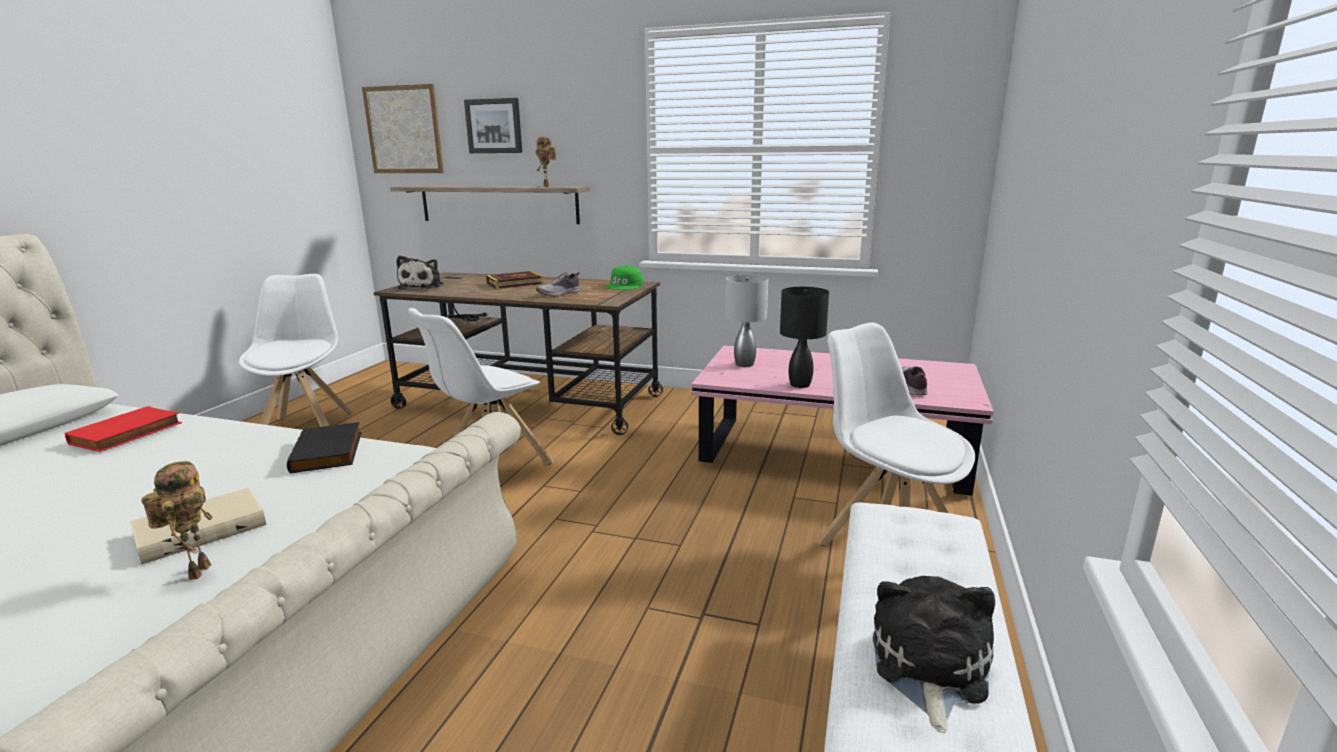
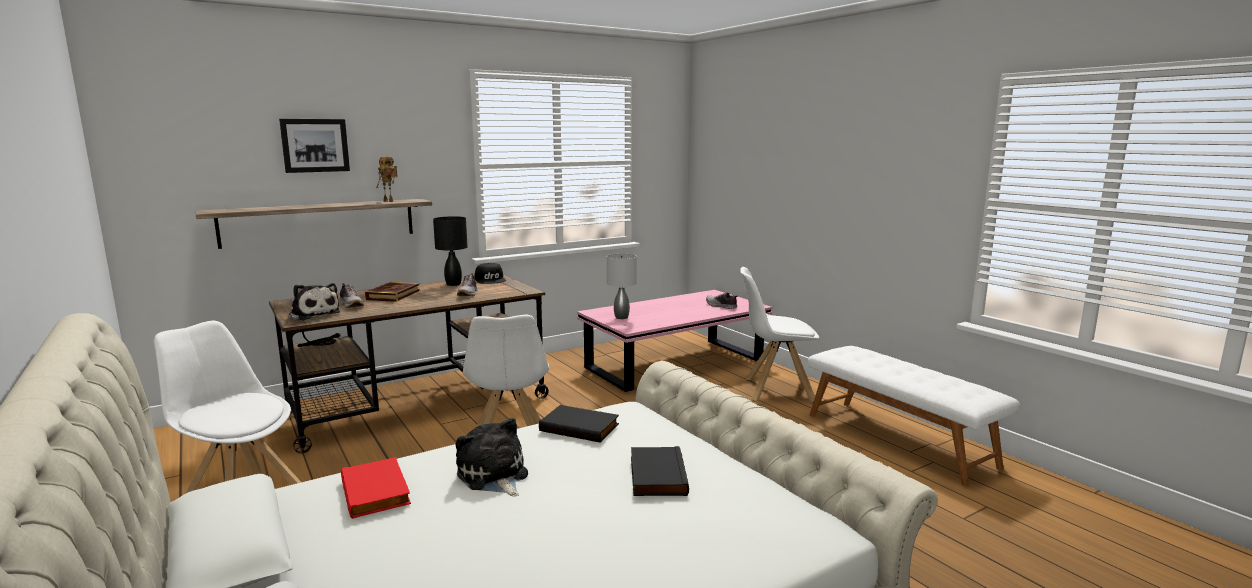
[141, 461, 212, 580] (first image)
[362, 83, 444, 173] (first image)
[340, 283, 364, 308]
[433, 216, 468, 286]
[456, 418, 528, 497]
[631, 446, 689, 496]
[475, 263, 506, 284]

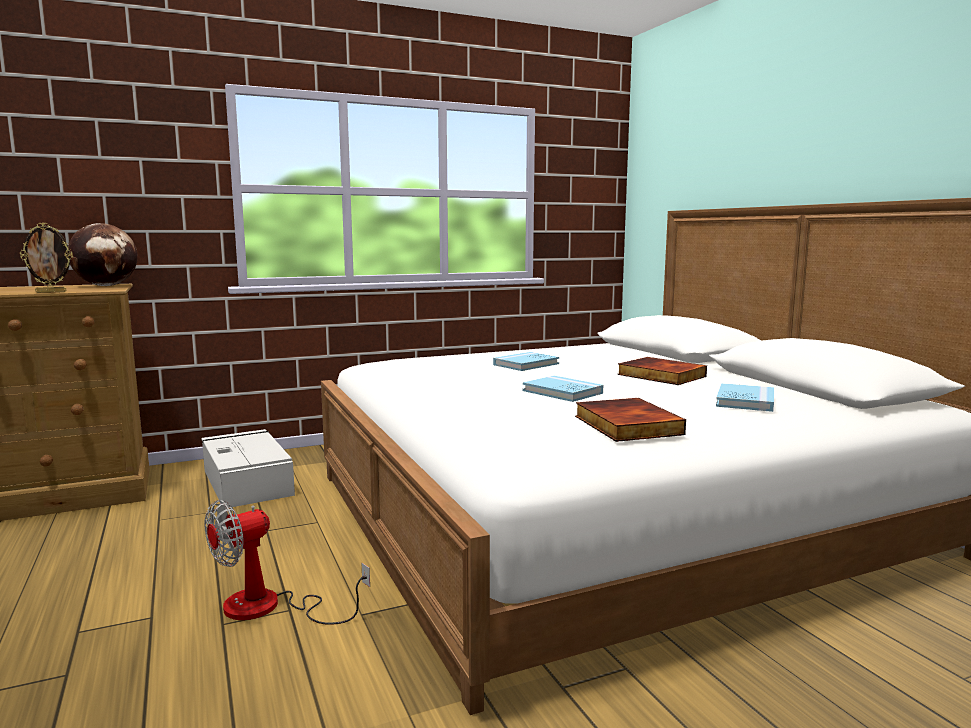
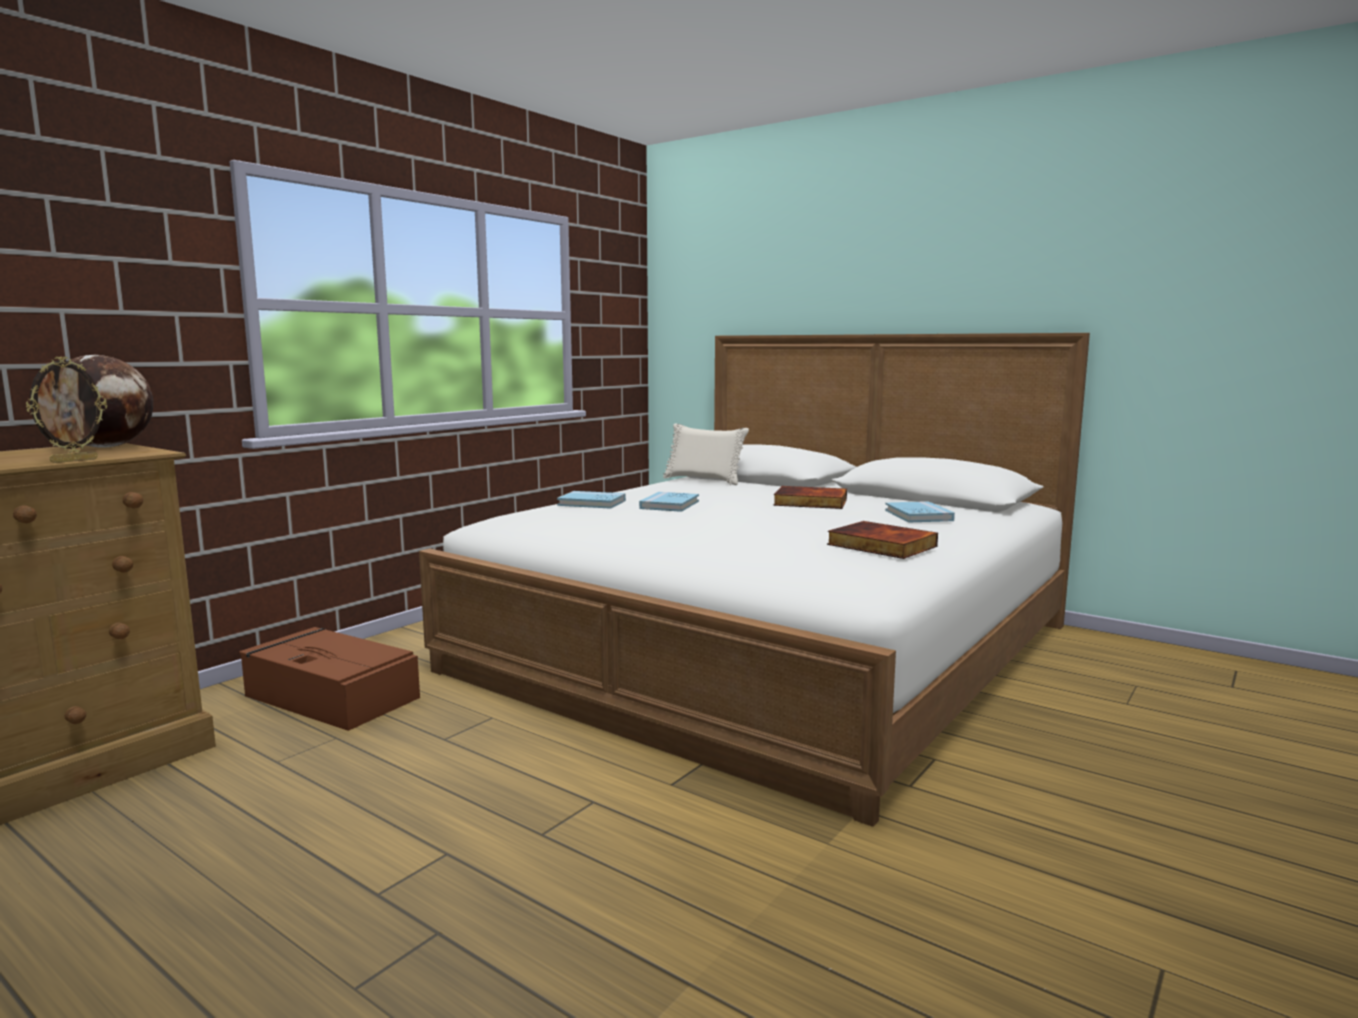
[204, 500, 370, 625] (first image)
[663, 423, 749, 485]
[557, 491, 626, 509]
[239, 627, 420, 731]

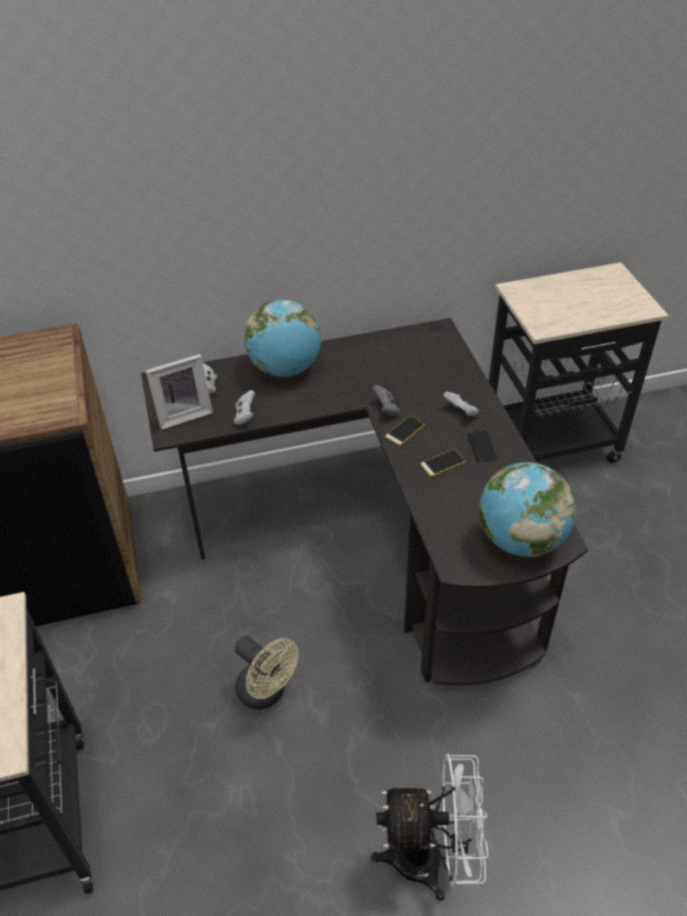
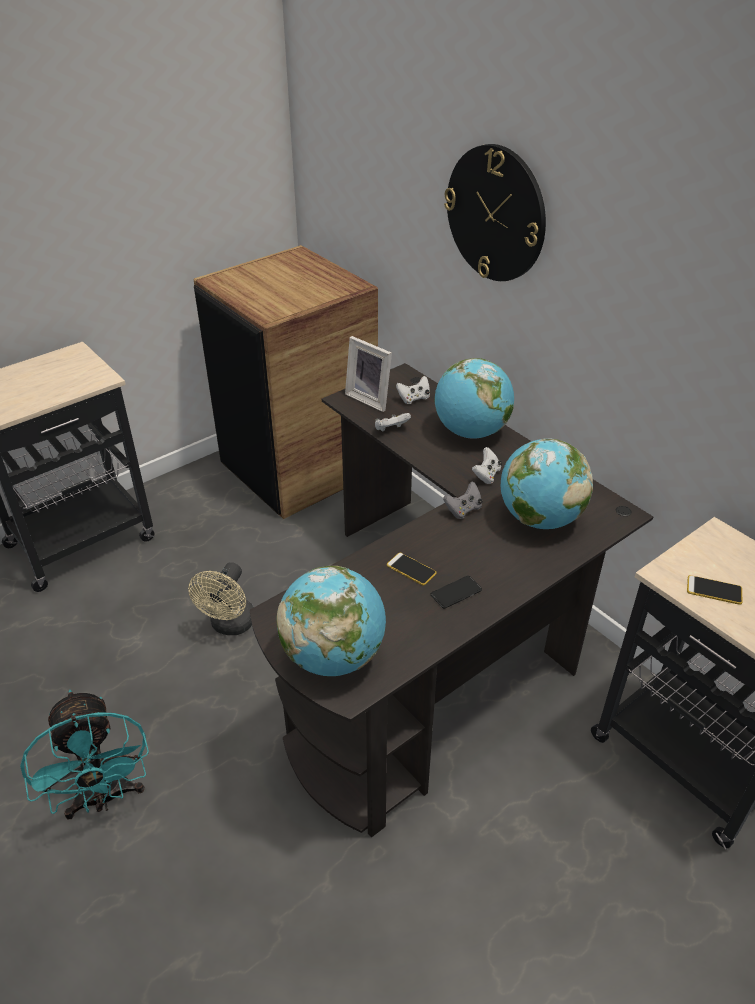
[444, 144, 546, 281]
[501, 438, 593, 529]
[687, 575, 742, 605]
[472, 447, 502, 484]
[20, 690, 149, 819]

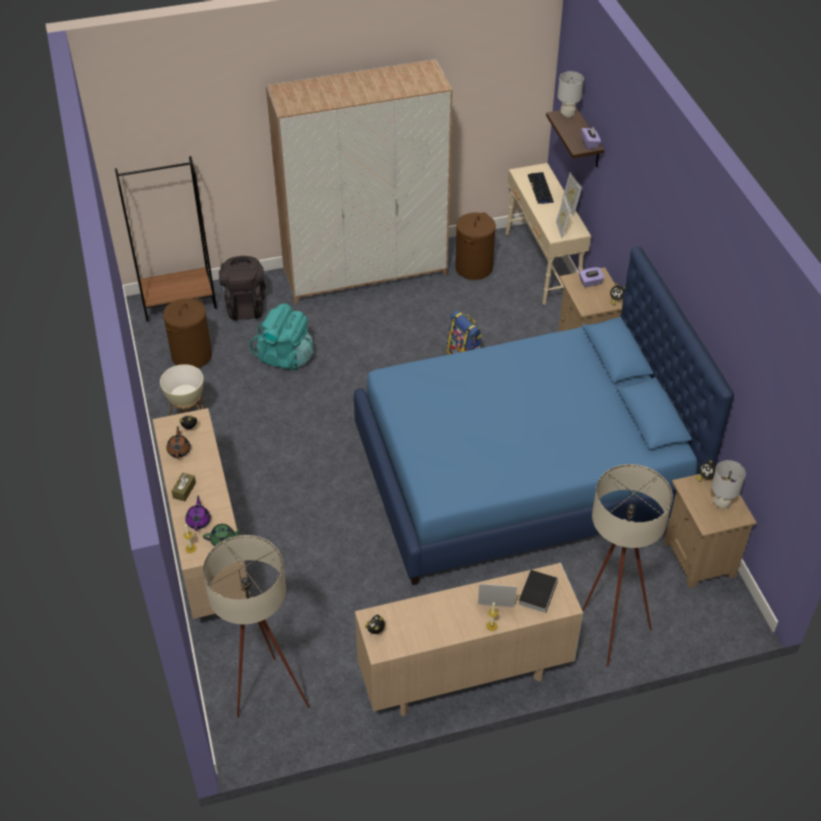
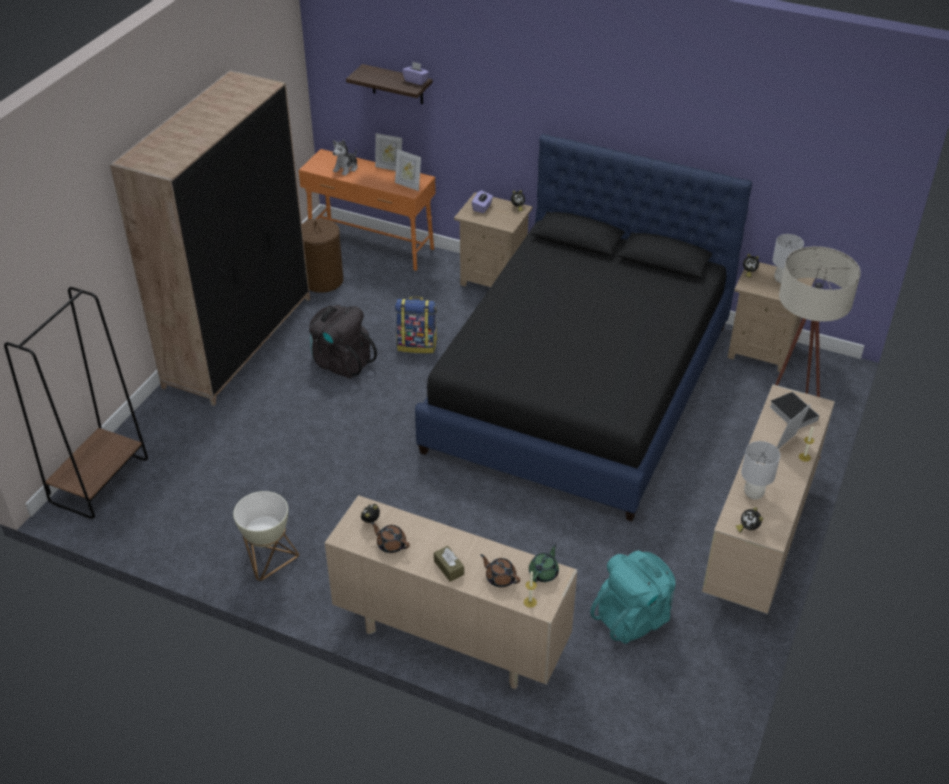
[163, 298, 212, 368] (first image)
[203, 535, 310, 718] (first image)
[309, 305, 377, 379]
[590, 550, 676, 644]
[741, 441, 780, 500]
[333, 140, 358, 176]
[480, 554, 520, 587]
[110, 70, 310, 406]
[415, 134, 752, 521]
[298, 149, 436, 271]

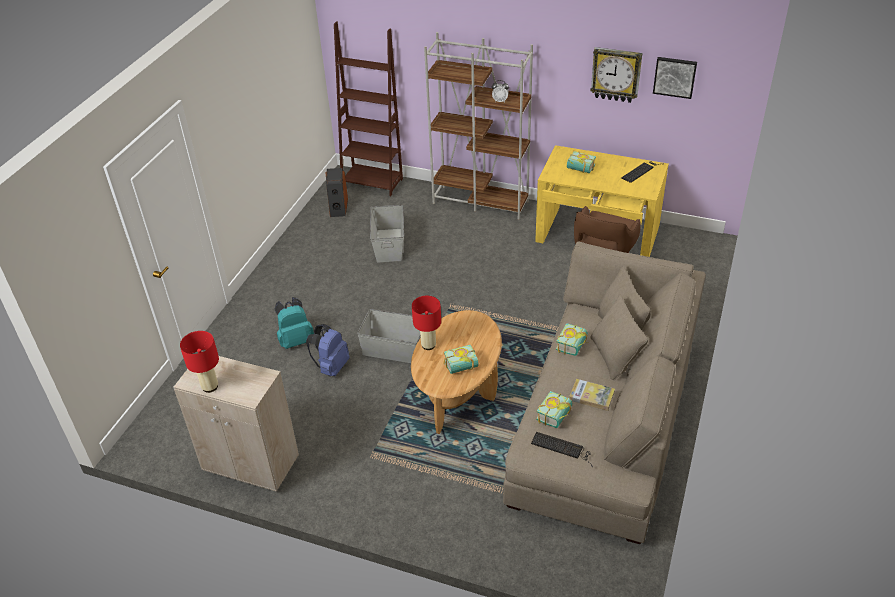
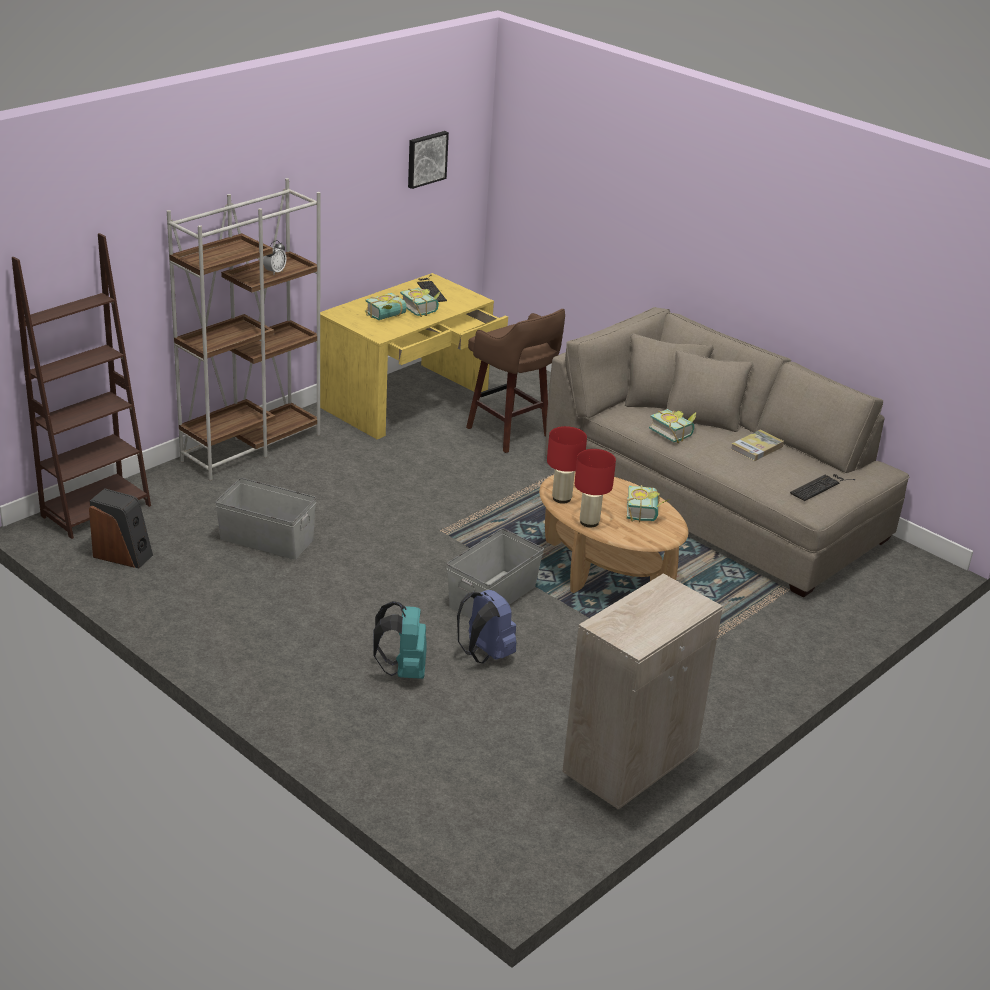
[590, 47, 642, 103] (first image)
[547, 426, 587, 504]
[400, 288, 442, 317]

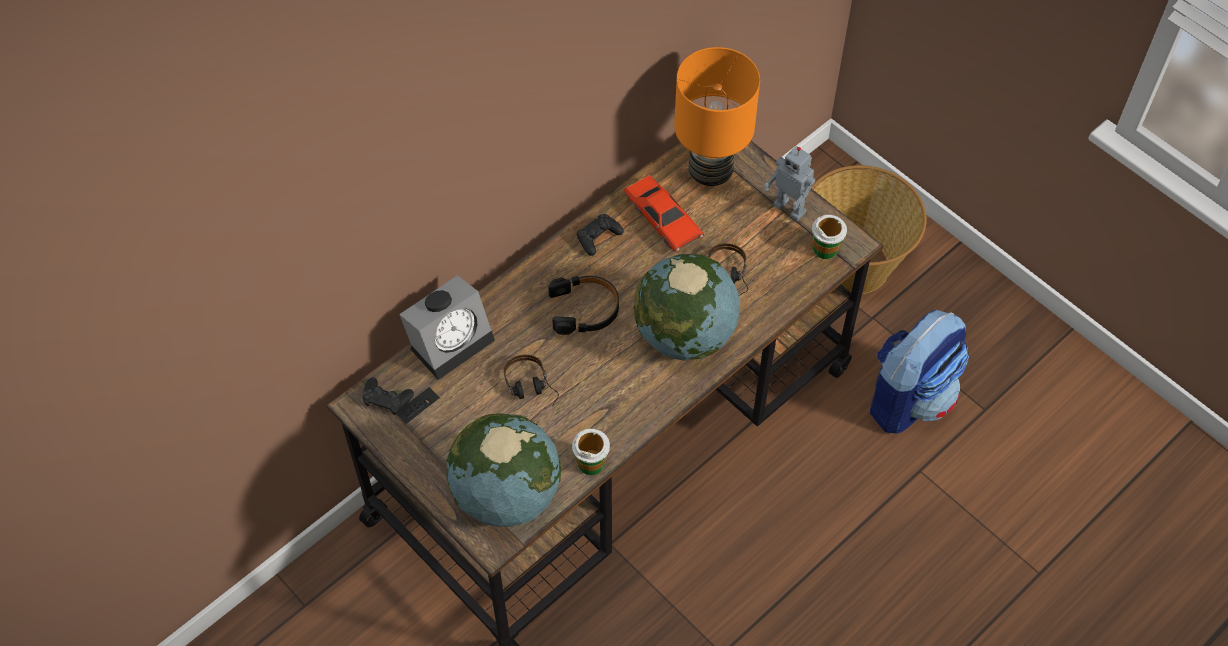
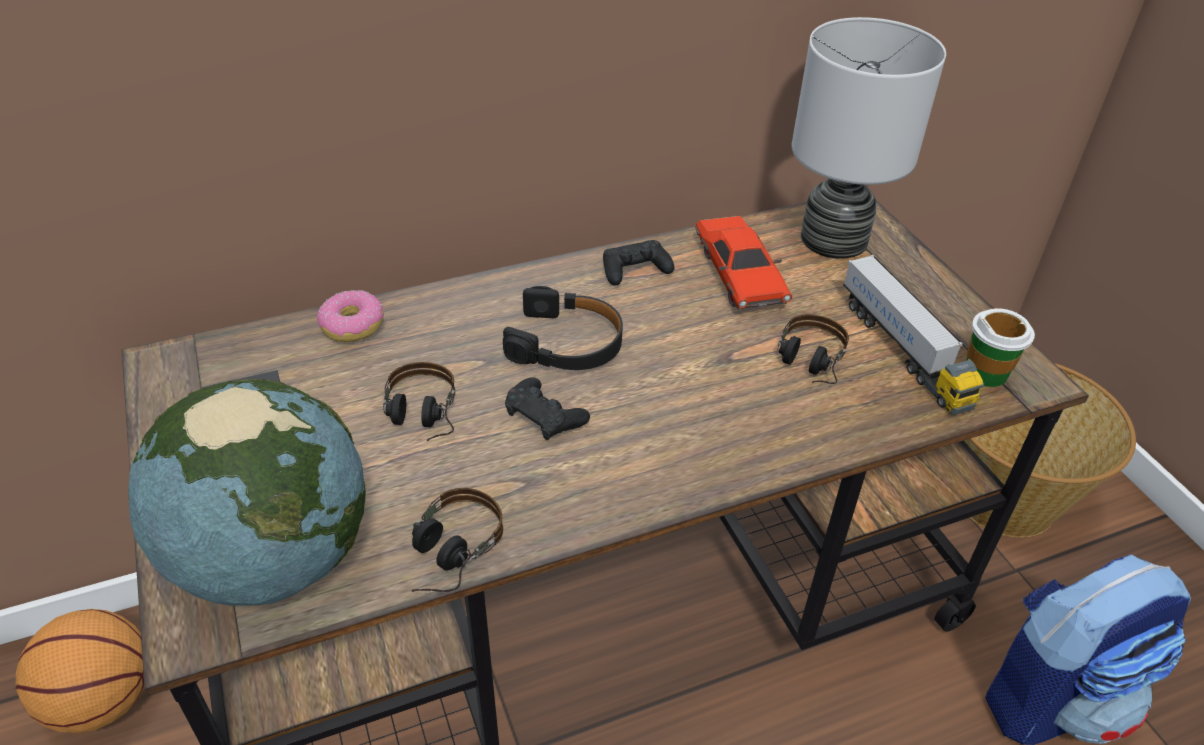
[634, 254, 740, 361] (first image)
[764, 146, 815, 221] (first image)
[16, 609, 144, 733]
[843, 255, 984, 415]
[505, 377, 590, 440]
[317, 290, 384, 342]
[412, 488, 503, 592]
[792, 17, 946, 259]

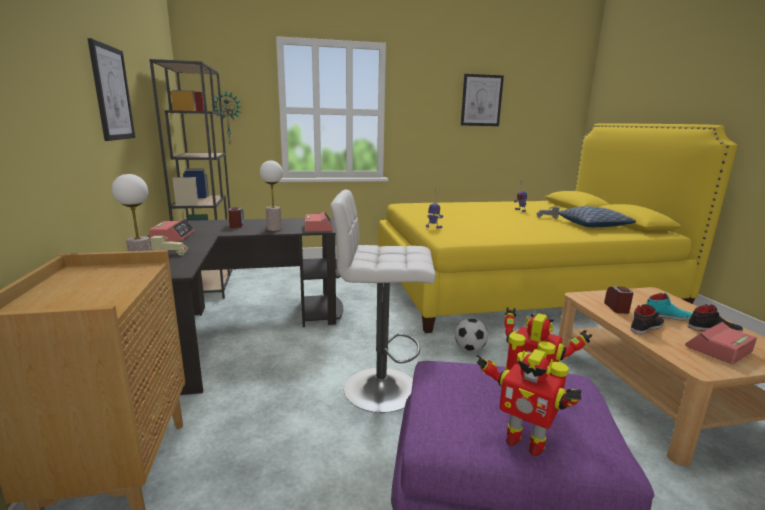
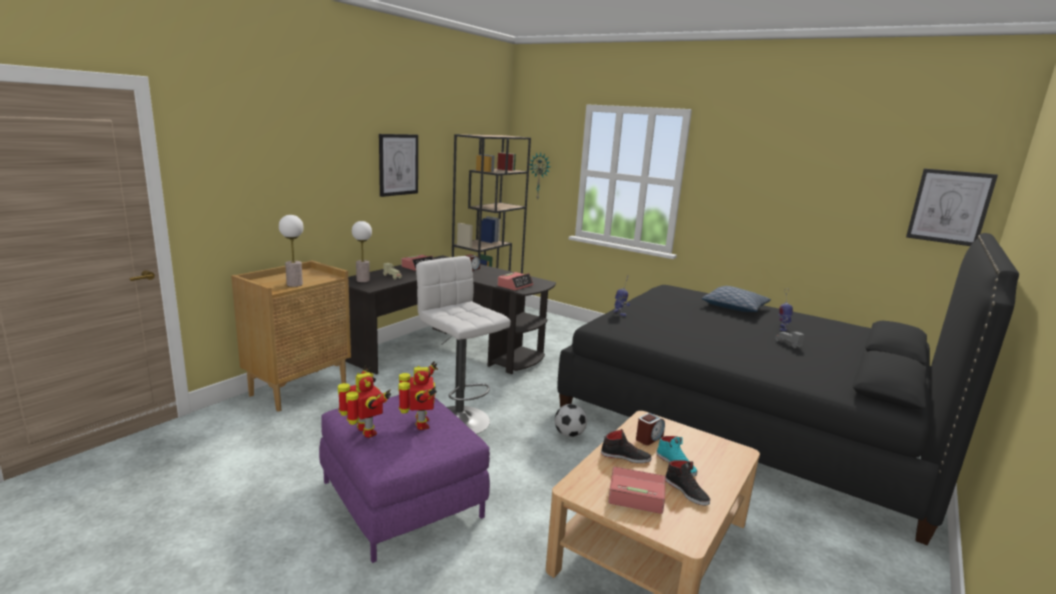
[279, 215, 304, 287]
[906, 168, 998, 246]
[702, 286, 771, 312]
[557, 233, 1019, 545]
[338, 366, 391, 438]

